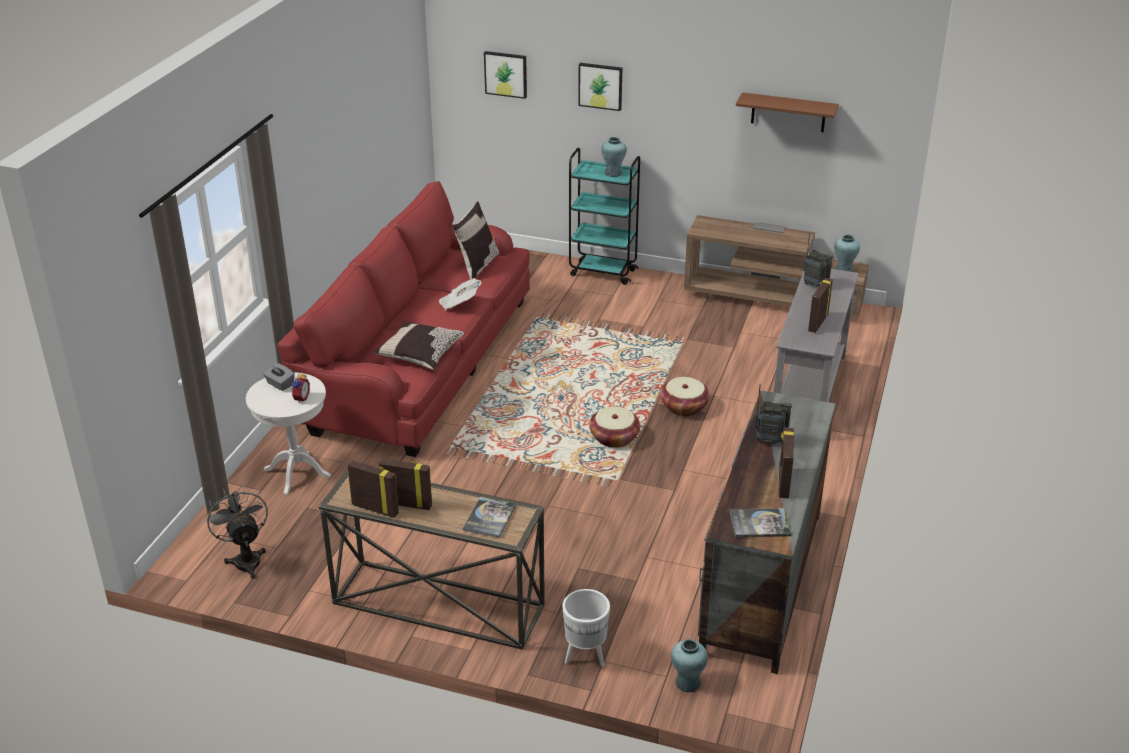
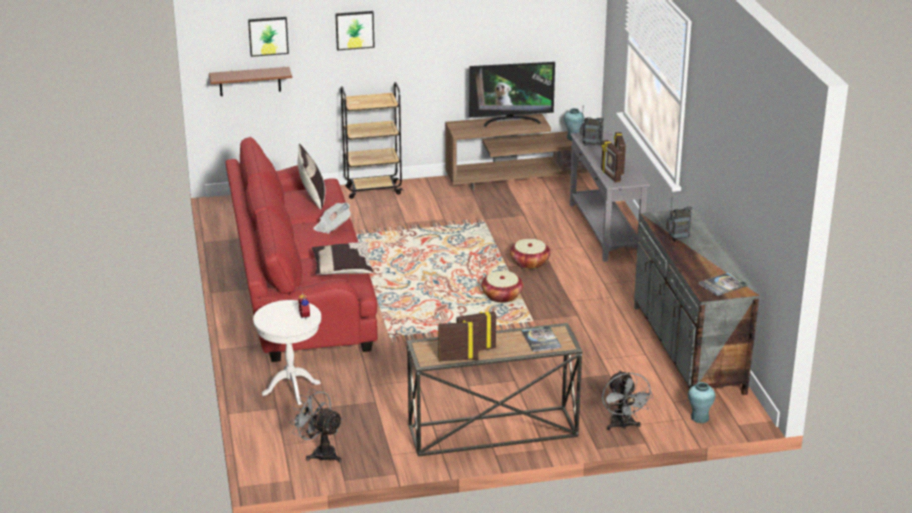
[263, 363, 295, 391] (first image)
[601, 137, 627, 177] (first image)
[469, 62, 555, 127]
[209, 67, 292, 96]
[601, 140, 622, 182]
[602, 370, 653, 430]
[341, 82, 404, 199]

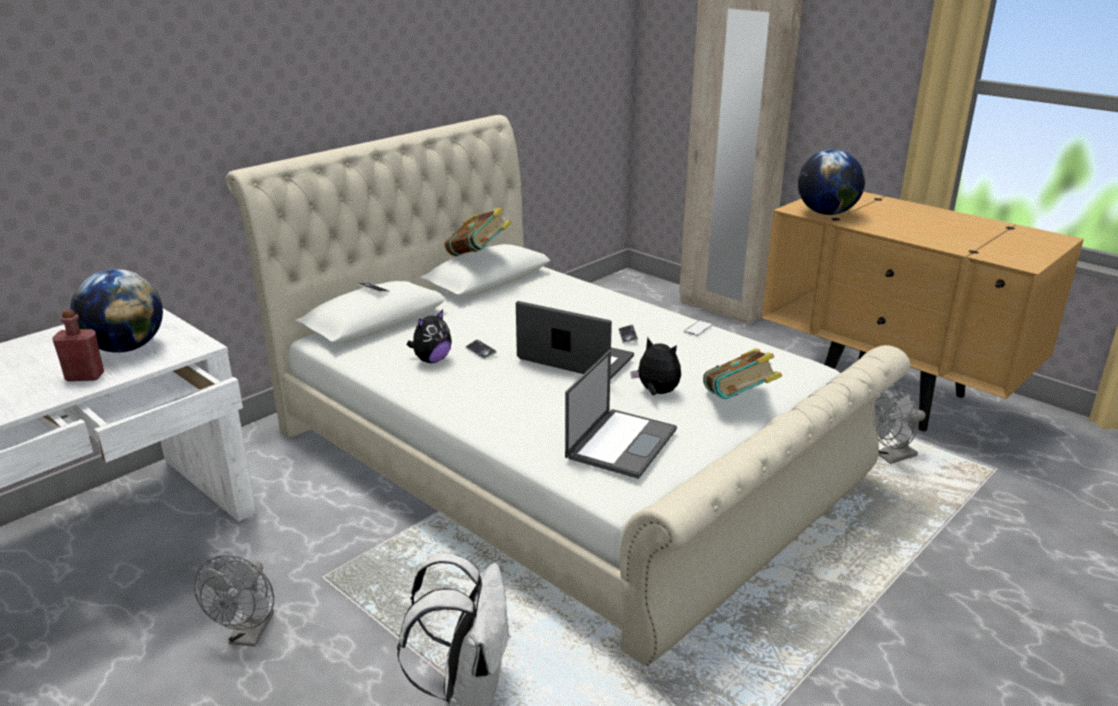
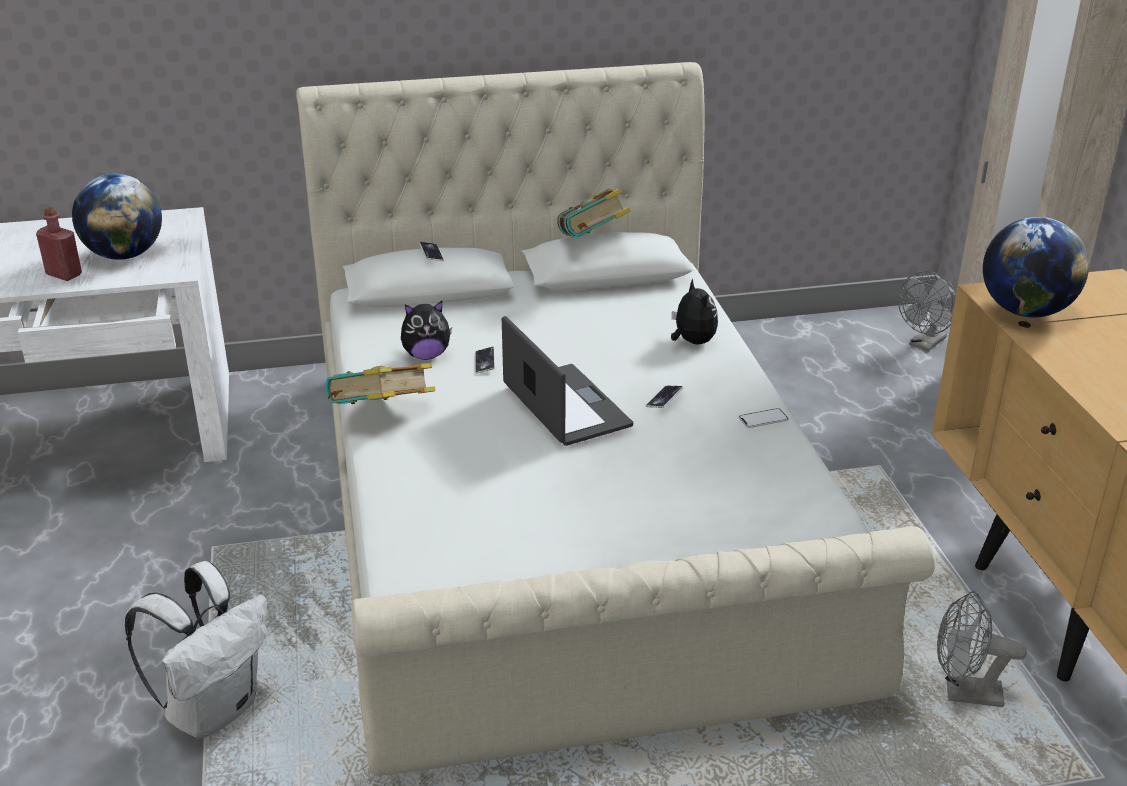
[565, 350, 677, 479] (first image)
[898, 271, 956, 351]
[671, 279, 718, 344]
[325, 363, 435, 404]

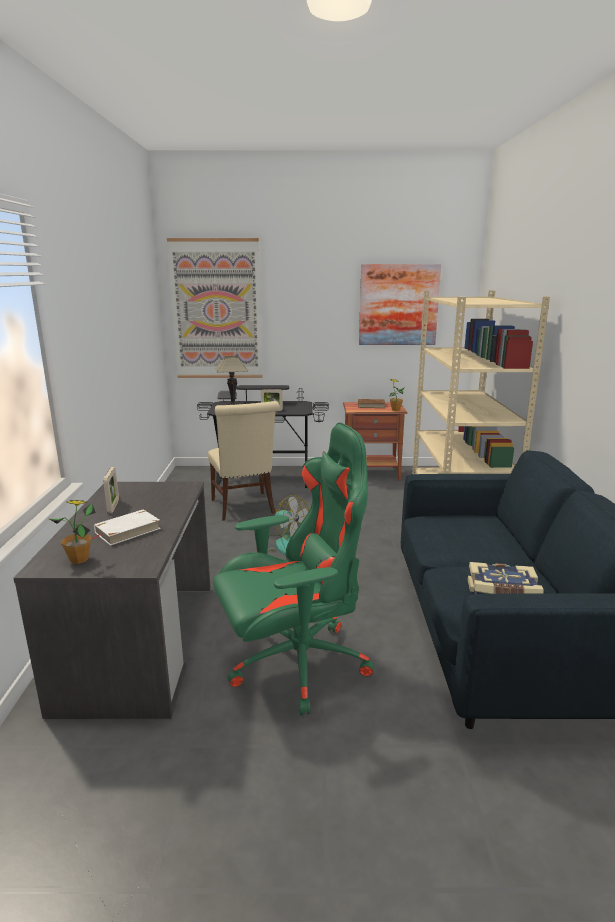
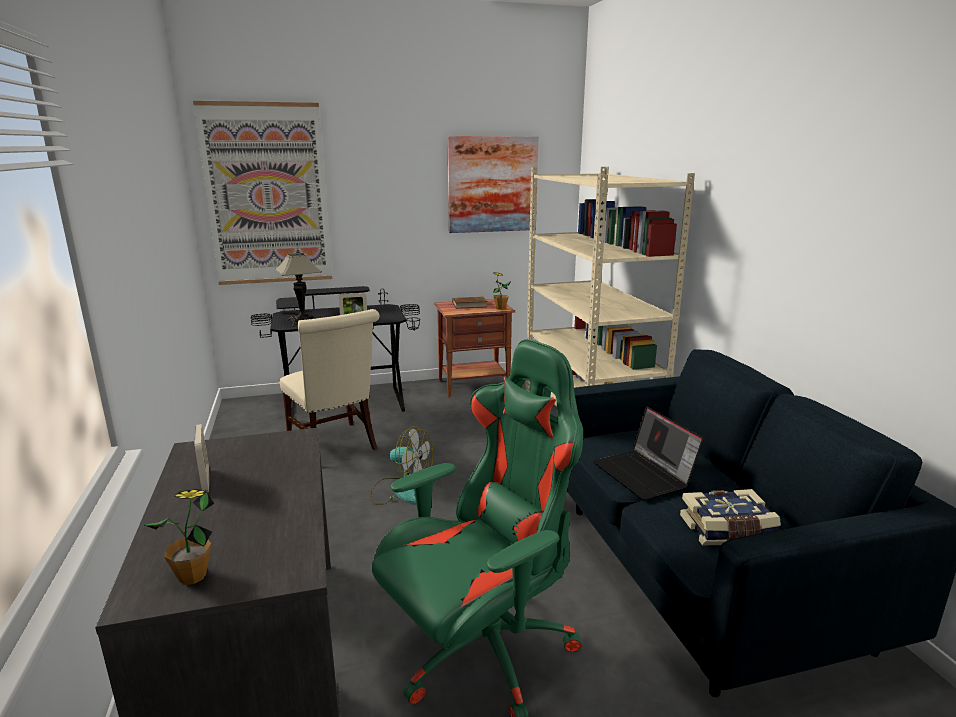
[91, 509, 161, 546] (first image)
[593, 406, 704, 501]

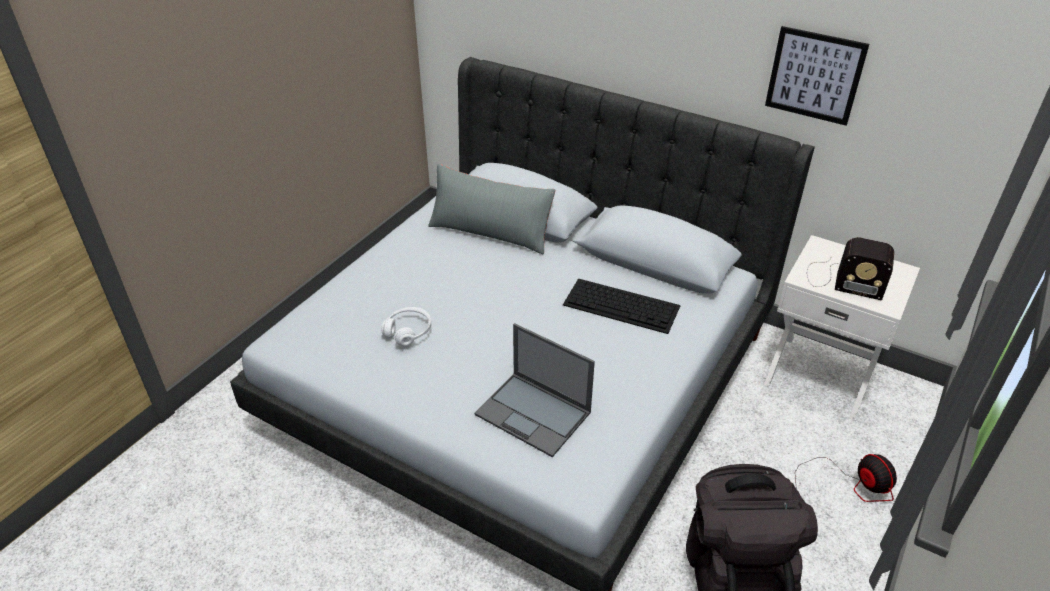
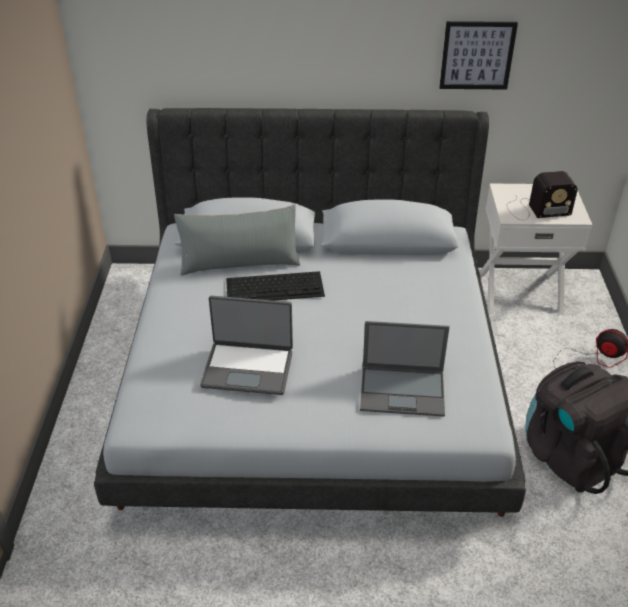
[226, 271, 325, 301]
[200, 296, 293, 395]

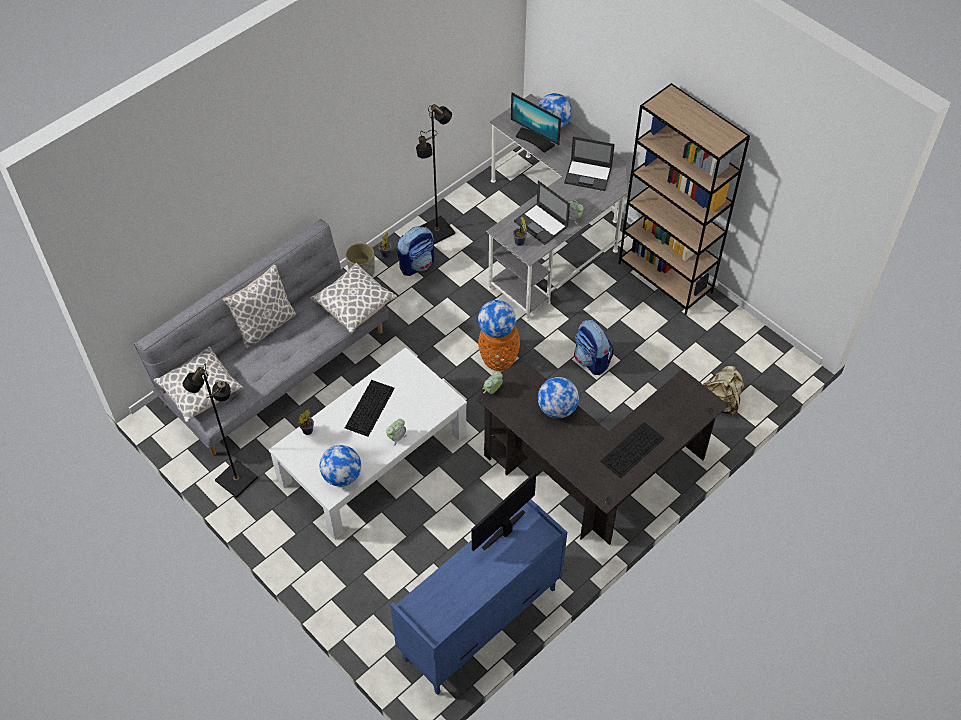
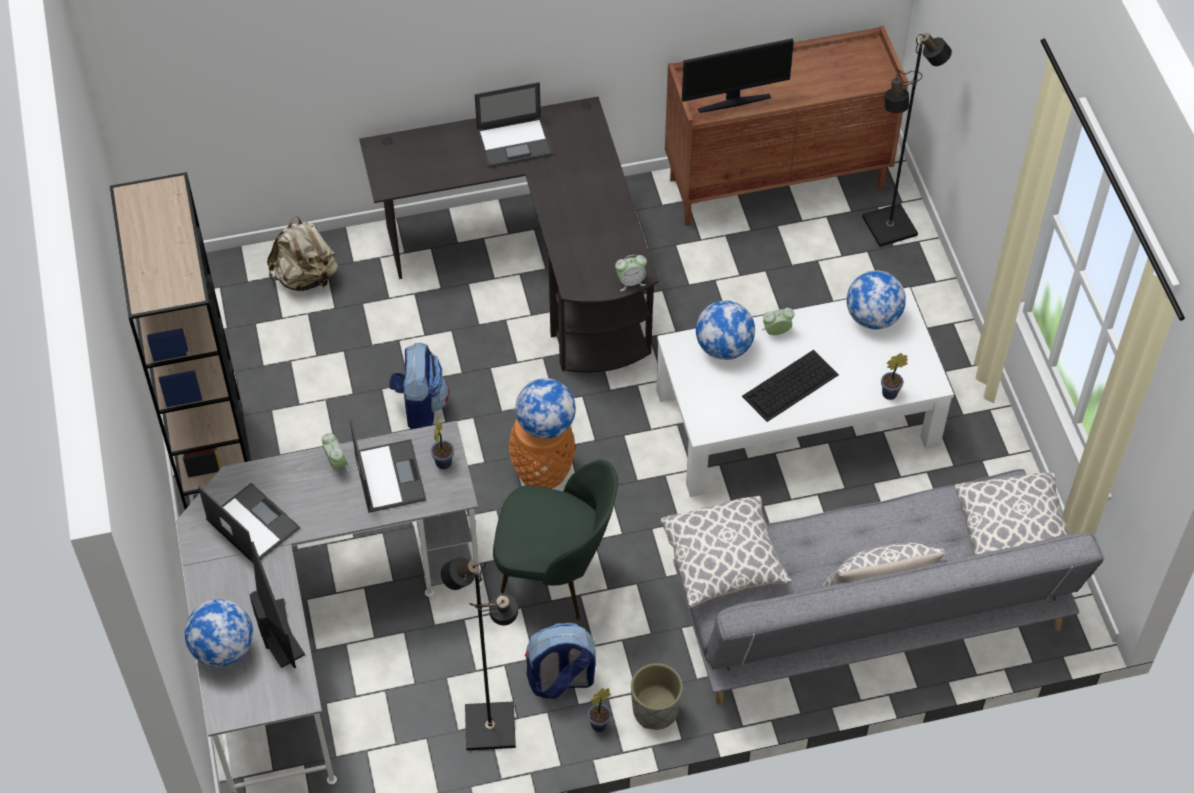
[493, 460, 618, 620]
[862, 32, 952, 247]
[696, 300, 755, 360]
[475, 82, 553, 168]
[665, 26, 908, 226]

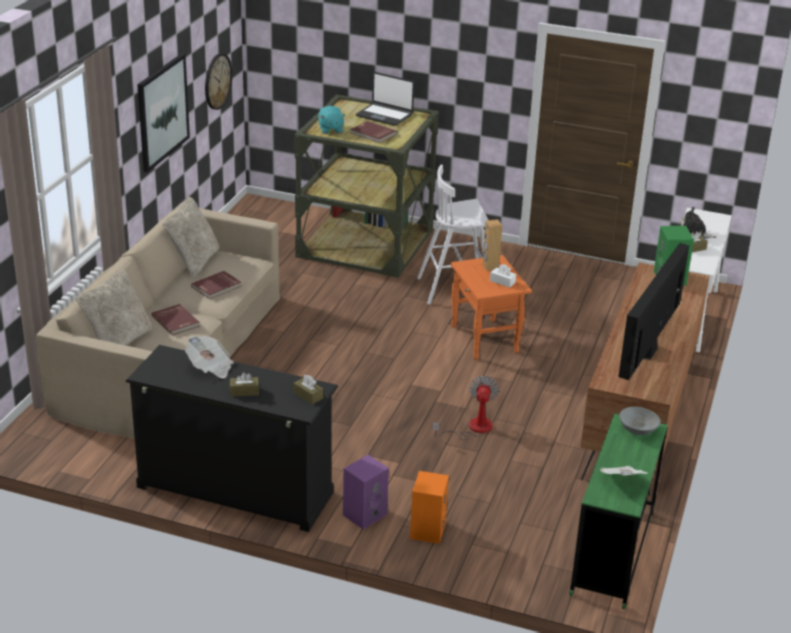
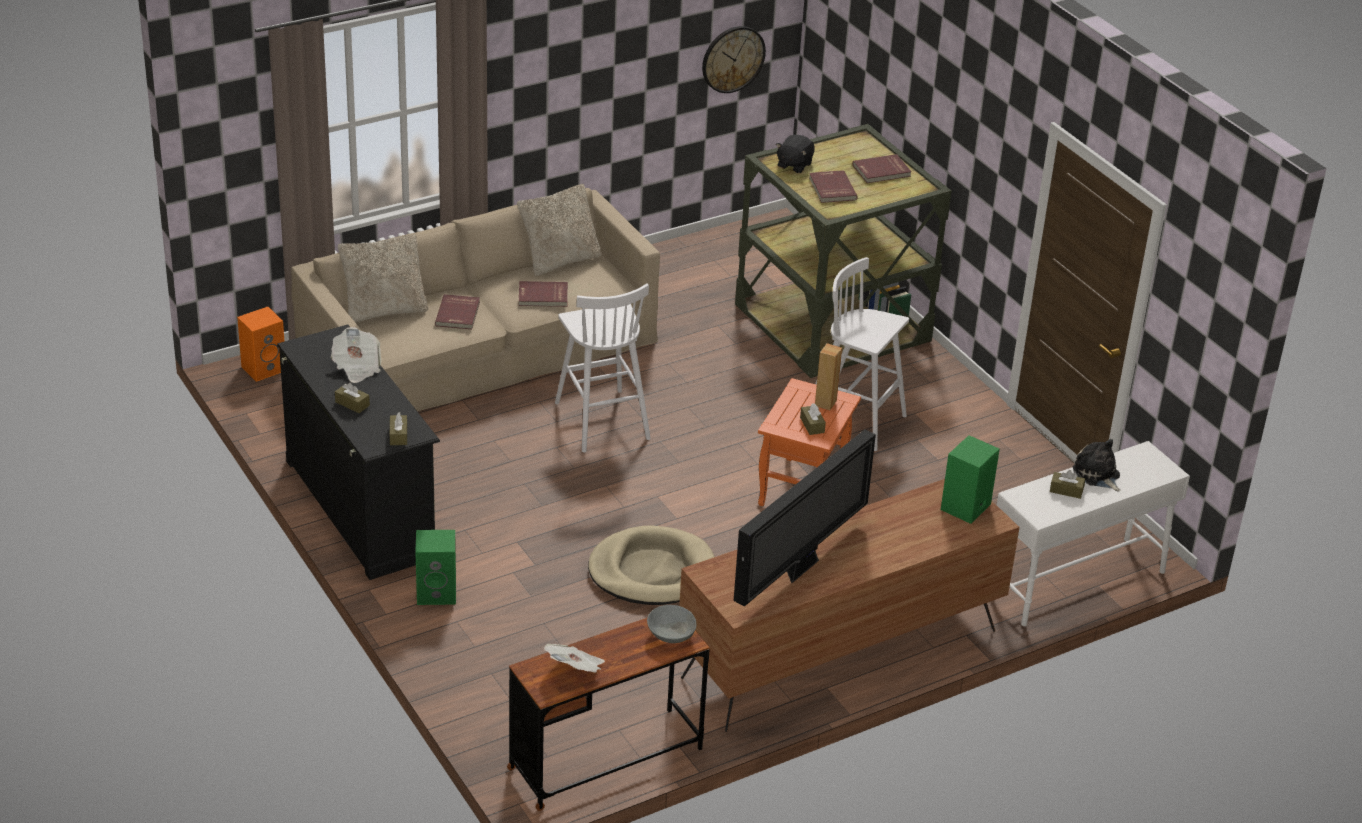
[137, 53, 190, 173] (first image)
[555, 284, 651, 453]
[237, 307, 284, 382]
[853, 154, 912, 183]
[588, 526, 715, 605]
[776, 135, 815, 173]
[415, 530, 456, 605]
[800, 403, 826, 435]
[507, 617, 710, 811]
[734, 429, 876, 607]

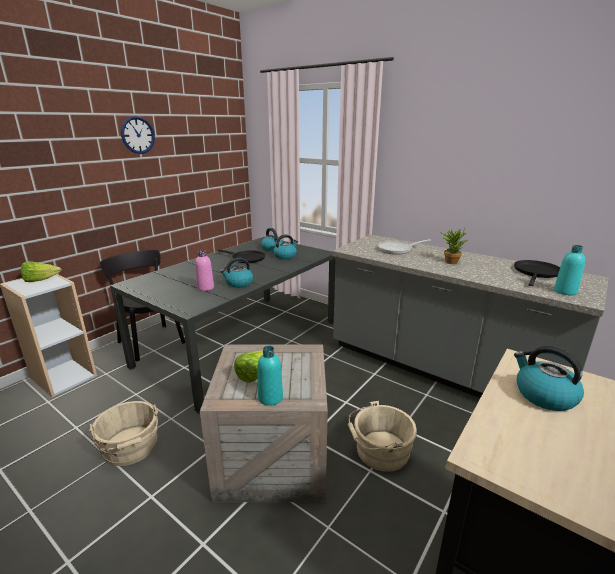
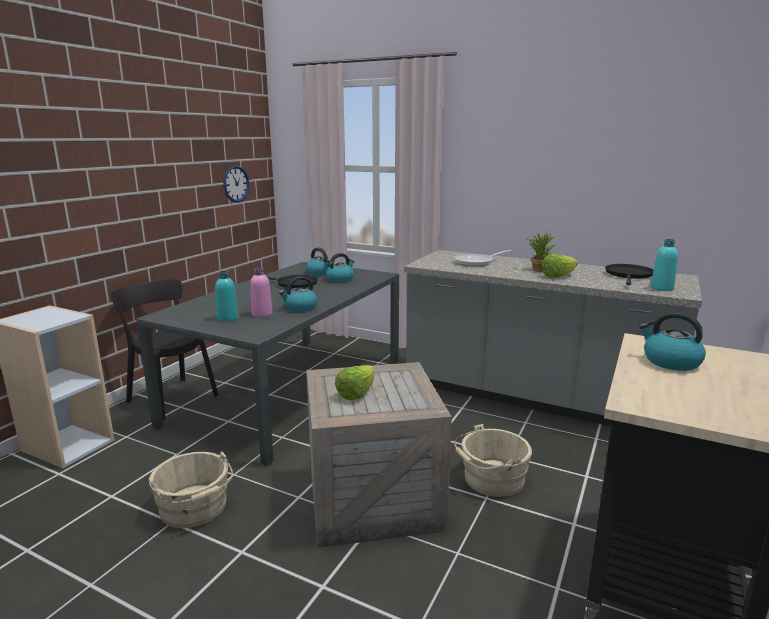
[542, 254, 578, 278]
[223, 165, 249, 203]
[215, 271, 239, 322]

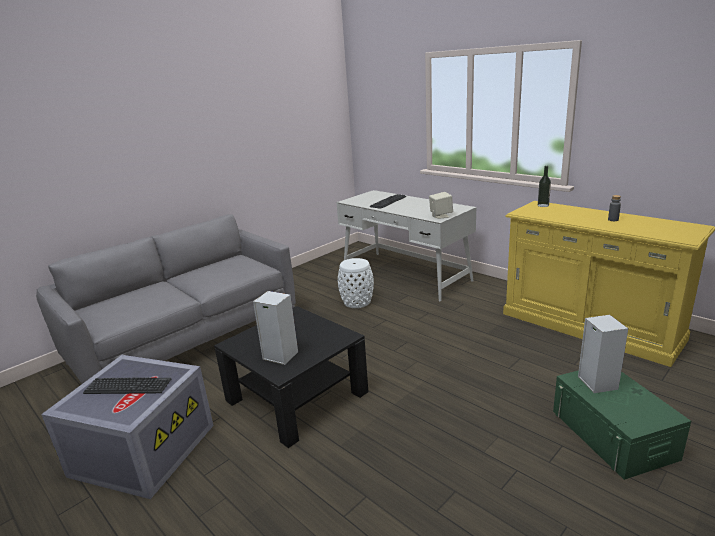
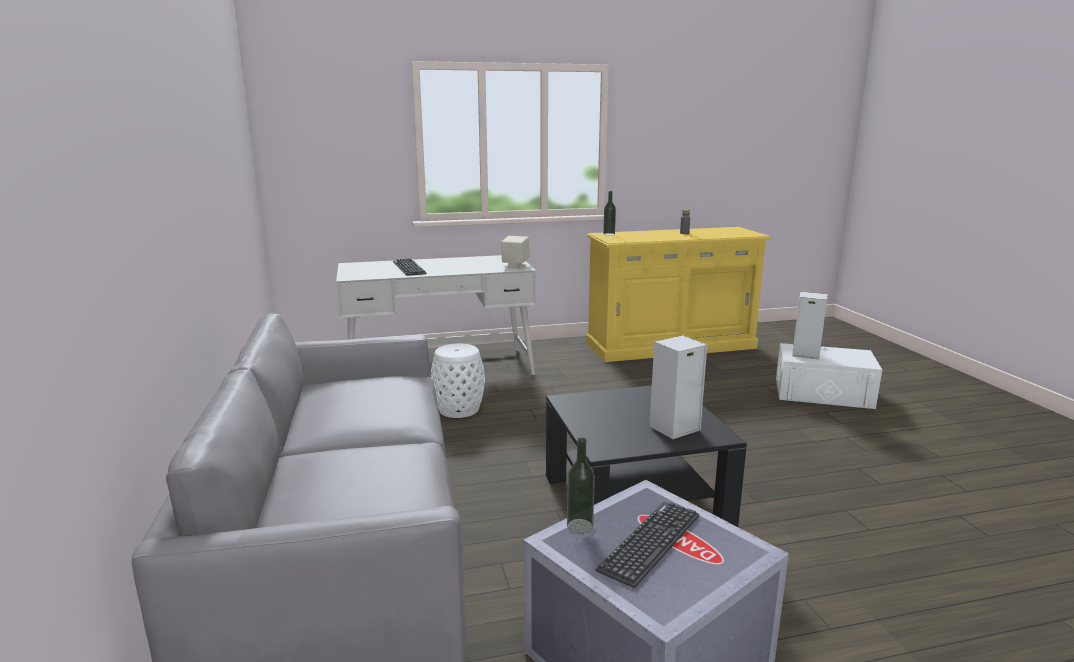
[567, 437, 595, 534]
[776, 343, 882, 409]

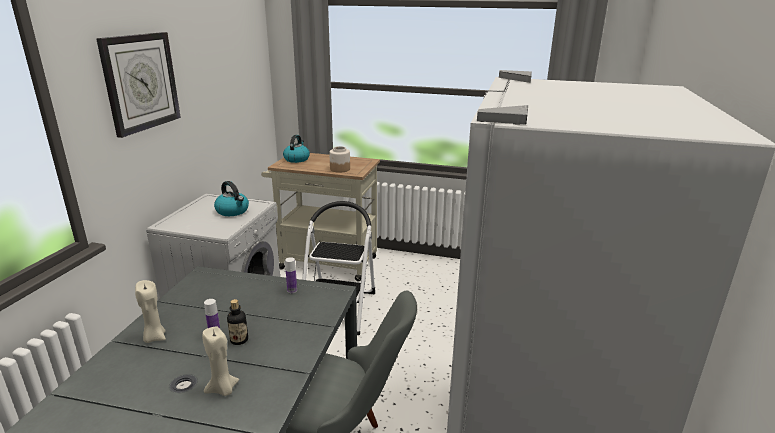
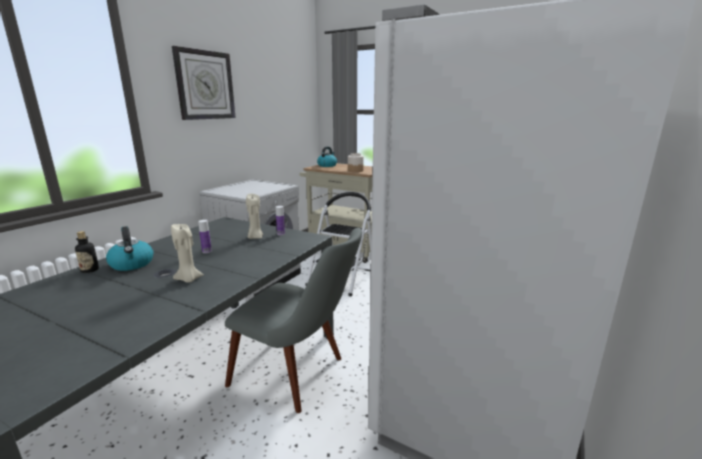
[246, 194, 263, 239]
[106, 226, 154, 271]
[75, 231, 99, 273]

